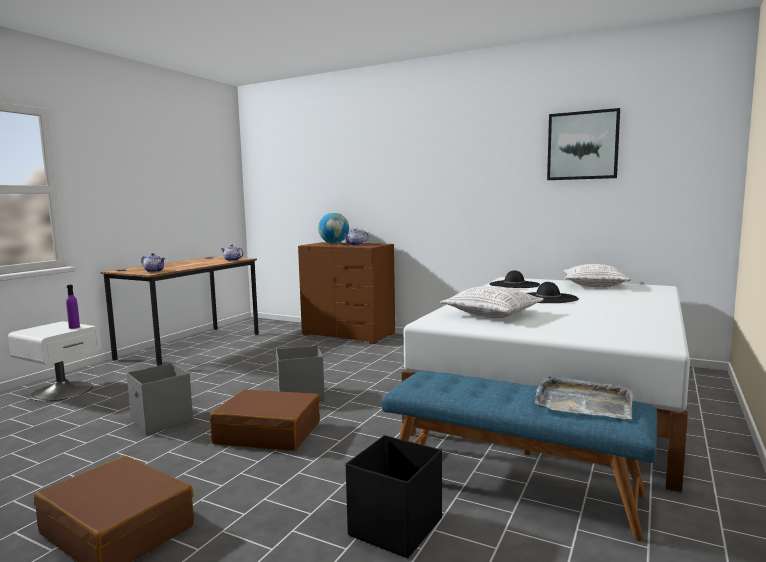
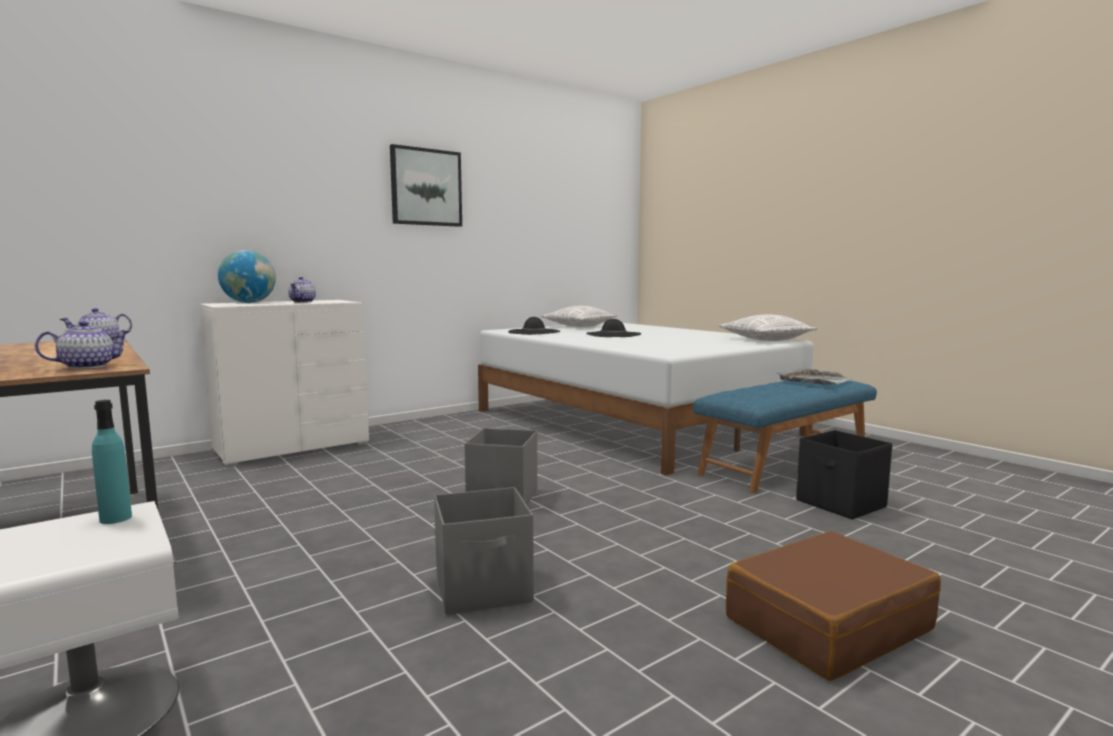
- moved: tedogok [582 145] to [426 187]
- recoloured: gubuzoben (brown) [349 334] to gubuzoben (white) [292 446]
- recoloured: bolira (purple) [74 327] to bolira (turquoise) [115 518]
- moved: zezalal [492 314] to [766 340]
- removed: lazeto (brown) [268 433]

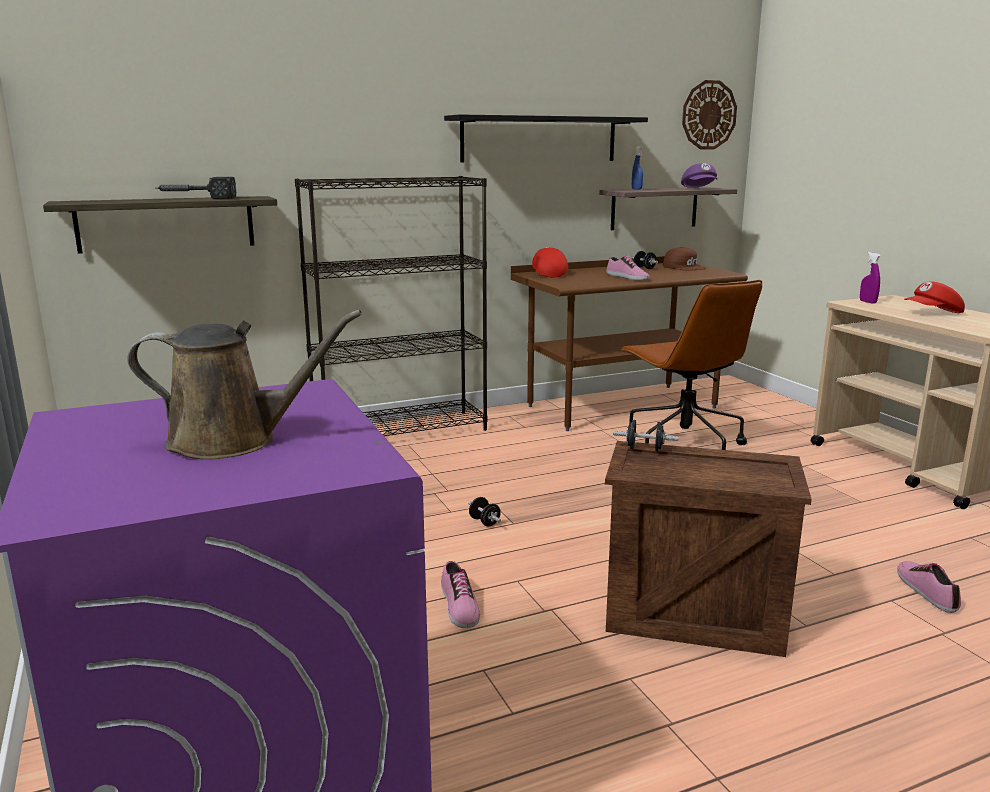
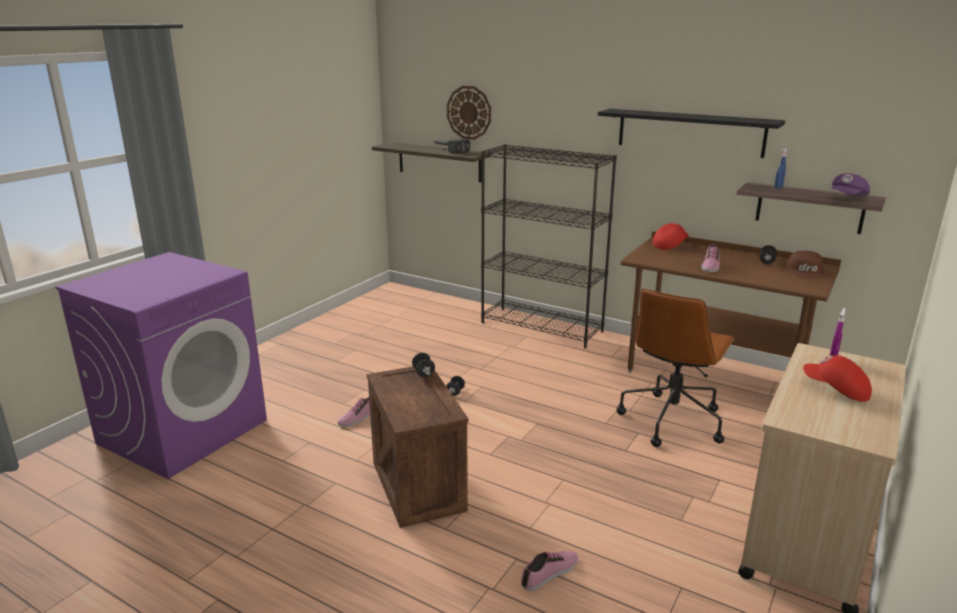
- moved: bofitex [708 115] to [469 112]
- removed: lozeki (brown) [233 440]

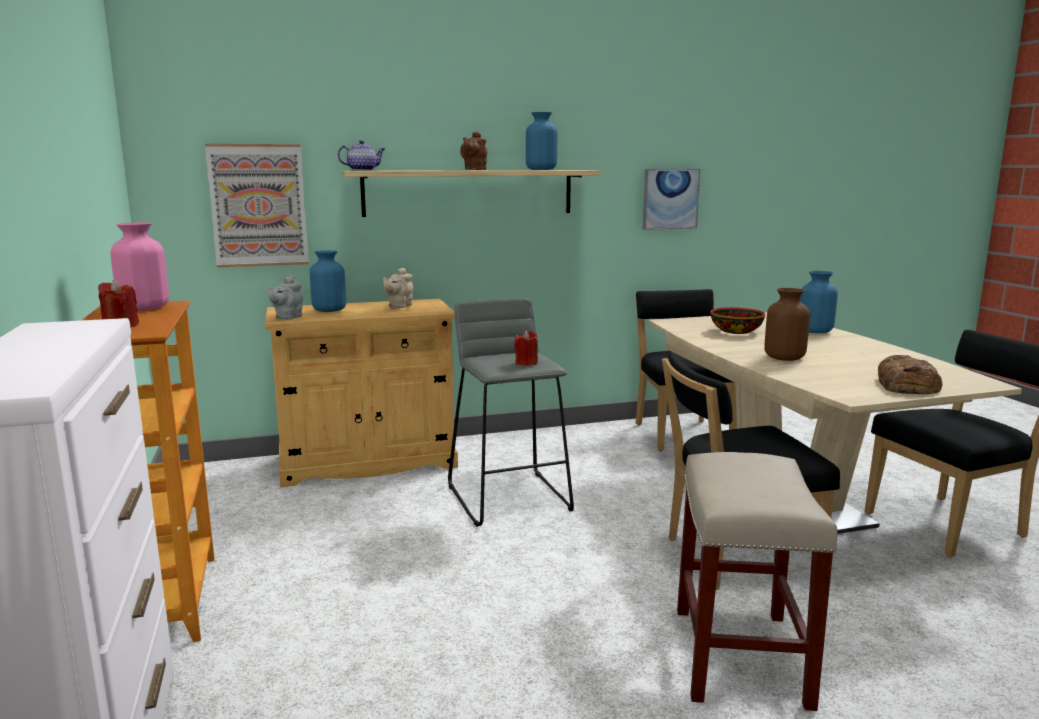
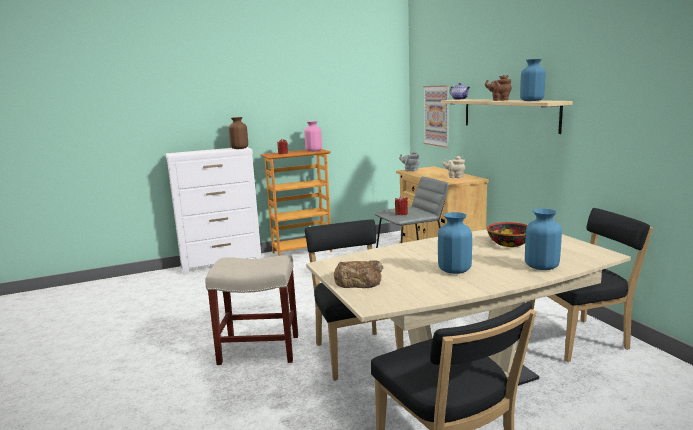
- removed: tedogok [670 199]
- moved: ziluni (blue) [329 310] to [454 270]
- moved: ziluni (brown) [784 358] to [239 148]

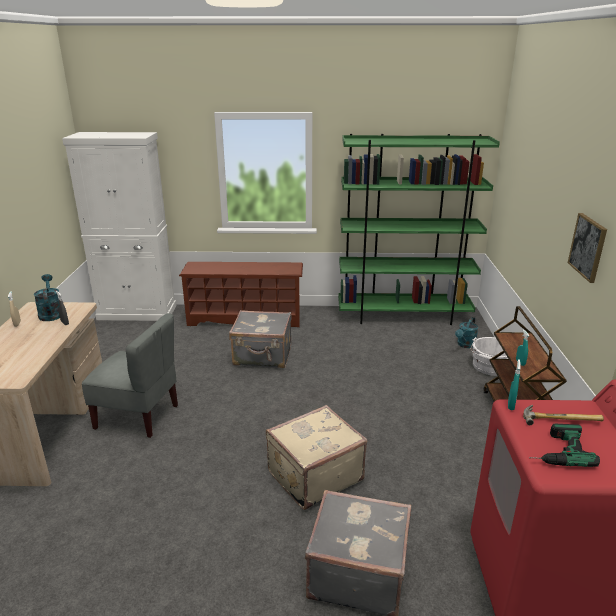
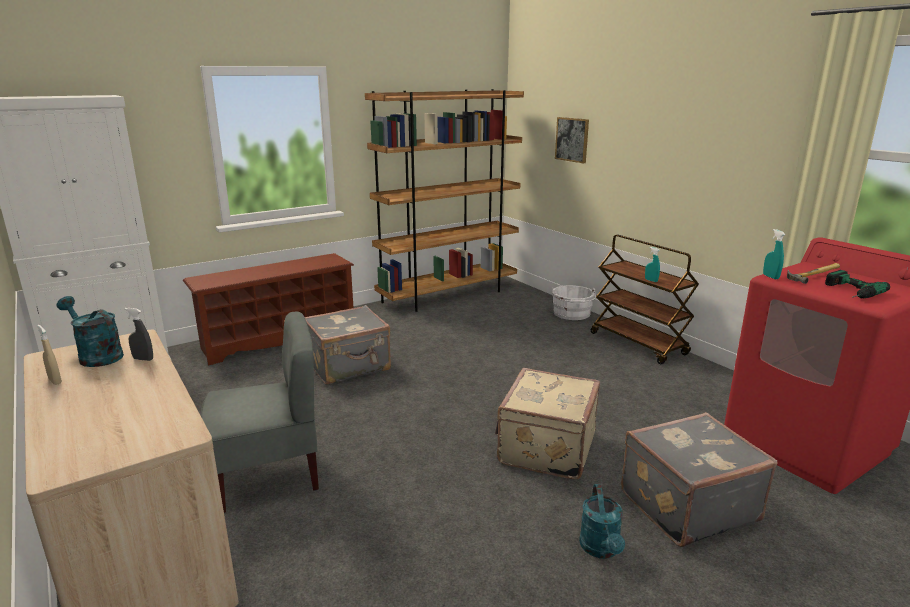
- recoloured: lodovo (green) [403 316] to lodovo (brown) [448 295]
- moved: tedogok [588 247] to [572 139]
- moved: lozeki (turquoise) [465 345] to [601 550]

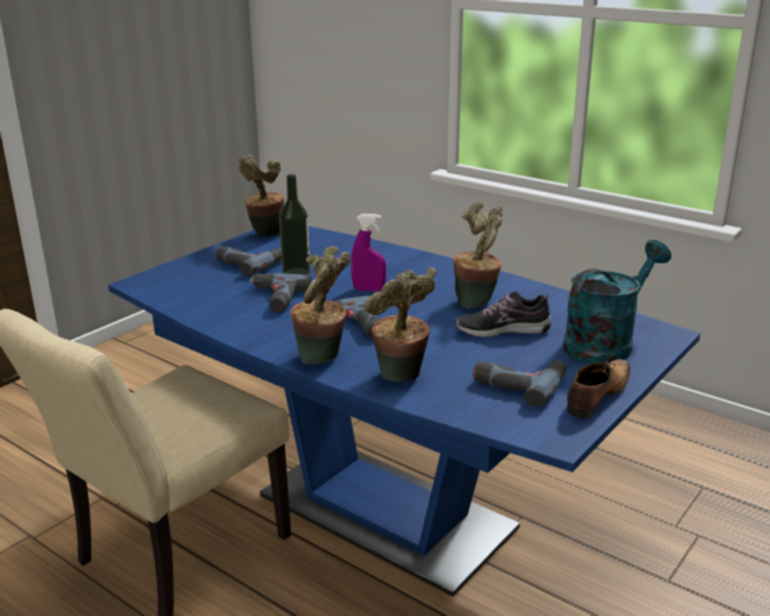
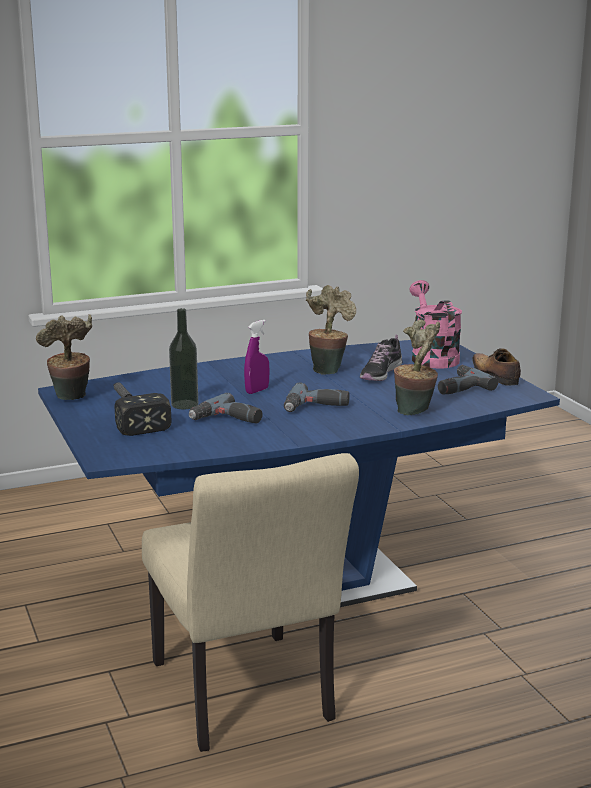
- recoloured: lozeki (turquoise) [605 343] to lozeki (pink) [432 357]
- replaced: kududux [250 263] to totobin [131 414]
- removed: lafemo [322 359]

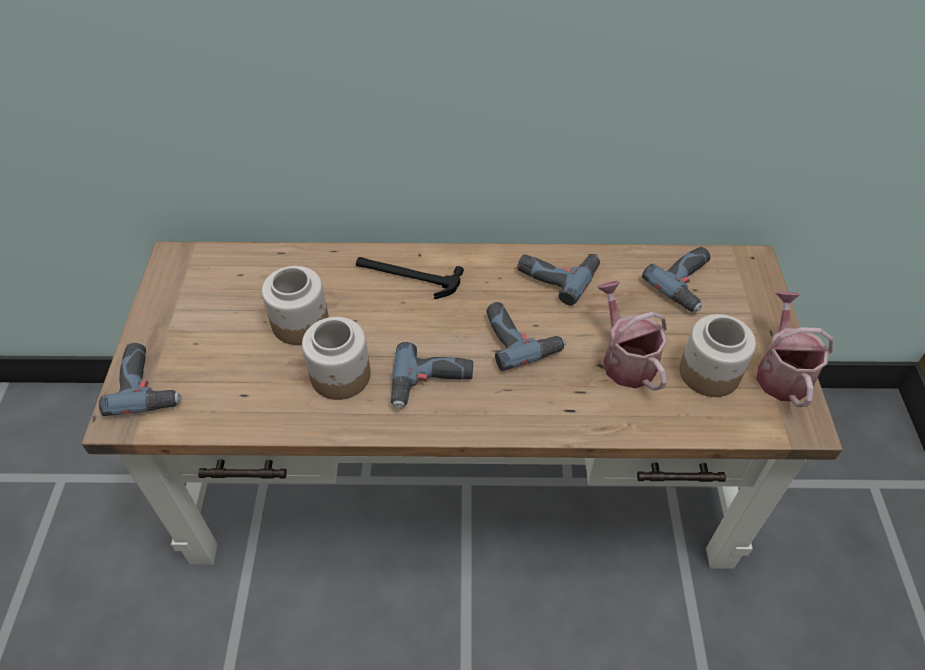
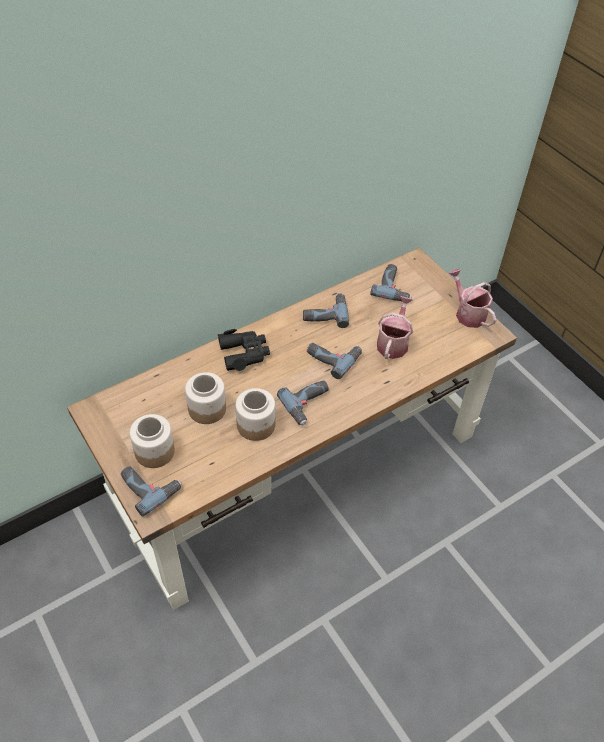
- replaced: totobin [407 276] to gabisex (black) [244 353]
- turned: lozeki [625 359] = [393 342] 75 degrees clockwise
- moved: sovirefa [708 373] to [154 452]

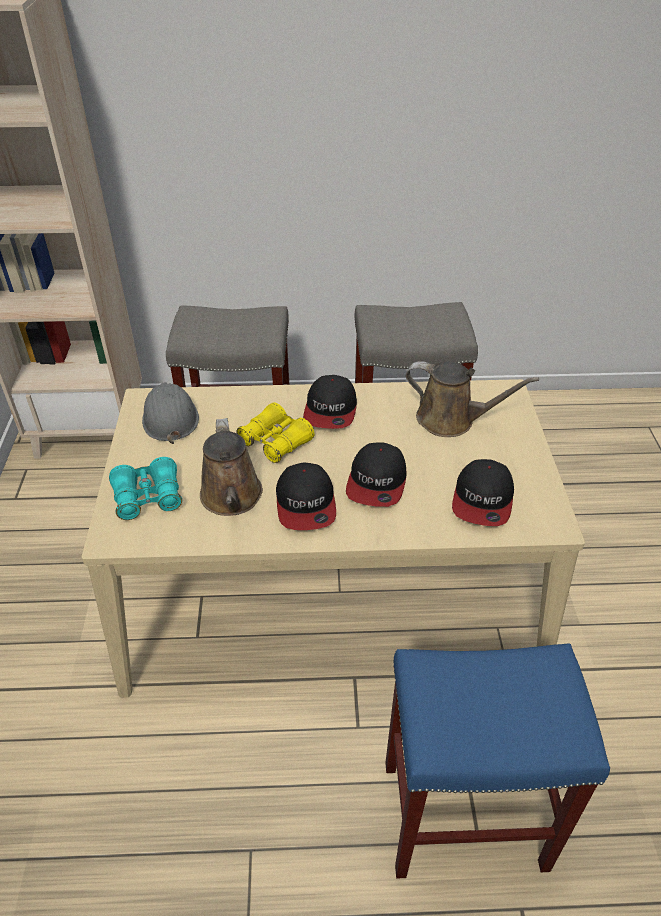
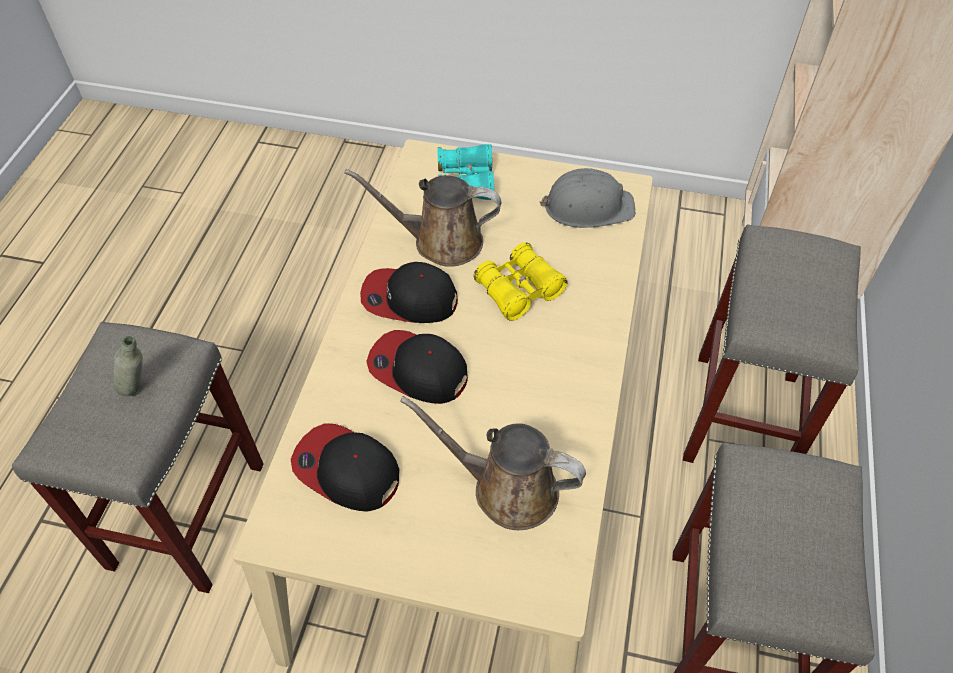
- turned: lozeki (brown) [451 420] = [507 488] 75 degrees clockwise
- removed: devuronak [331 410]
- recoloured: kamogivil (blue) [461 816] to kamogivil (grey) [187 512]
- added: bolira (grey) [140 391]

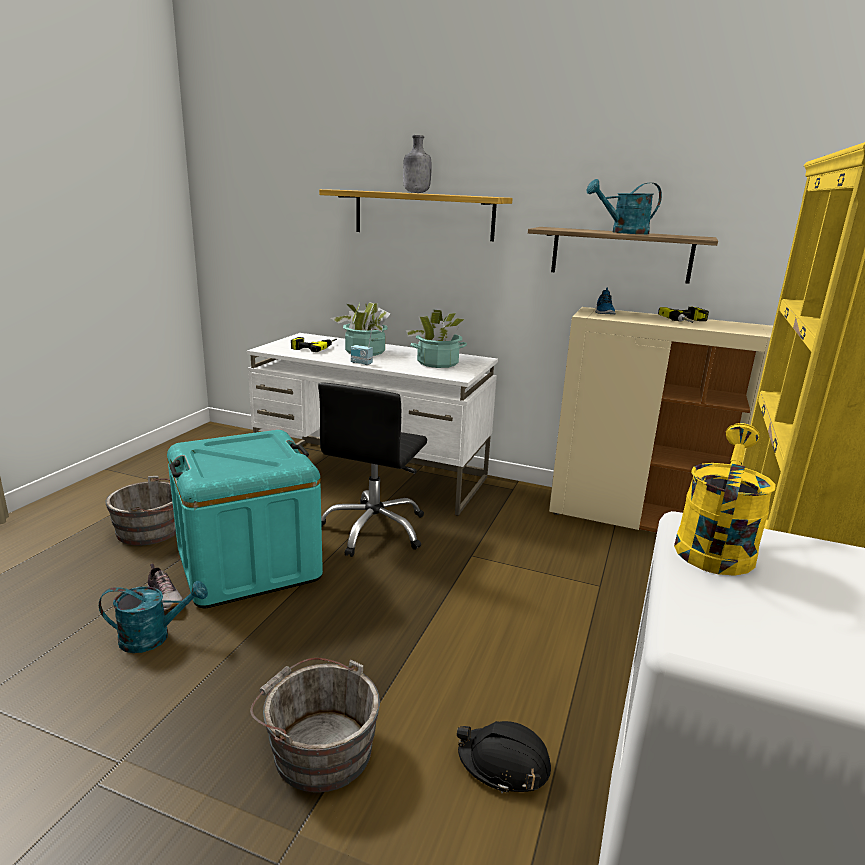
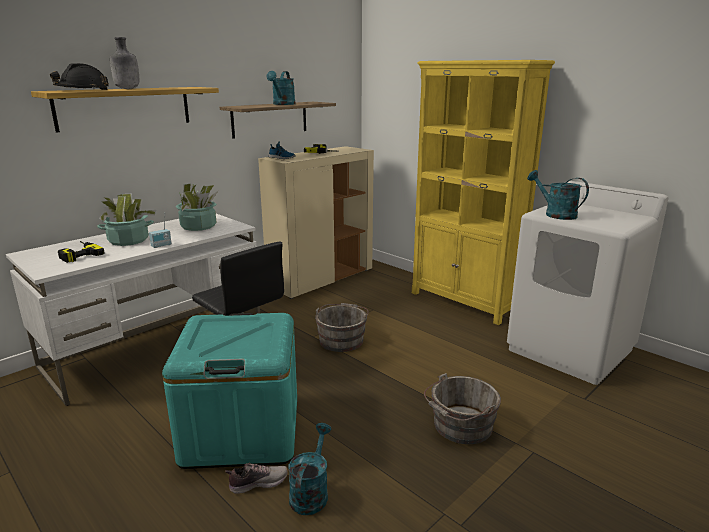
- recoloured: lozeki (yellow) [715 545] to lozeki (turquoise) [555 214]
- moved: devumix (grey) [153 530] to [342 339]
- moved: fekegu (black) [503 764] to [82 90]

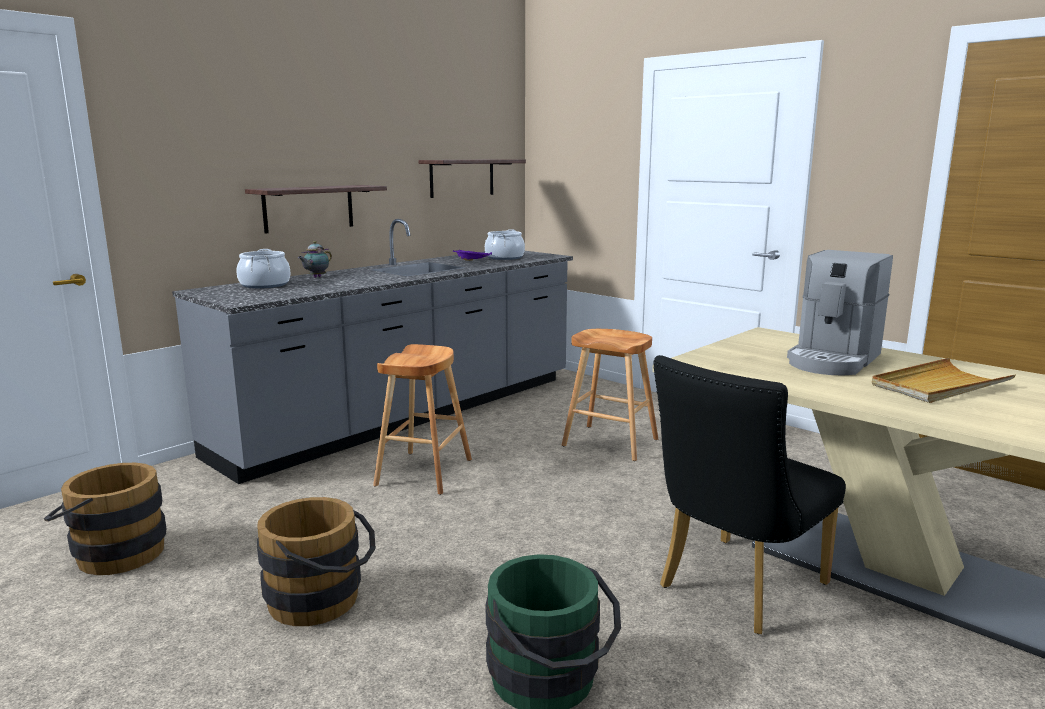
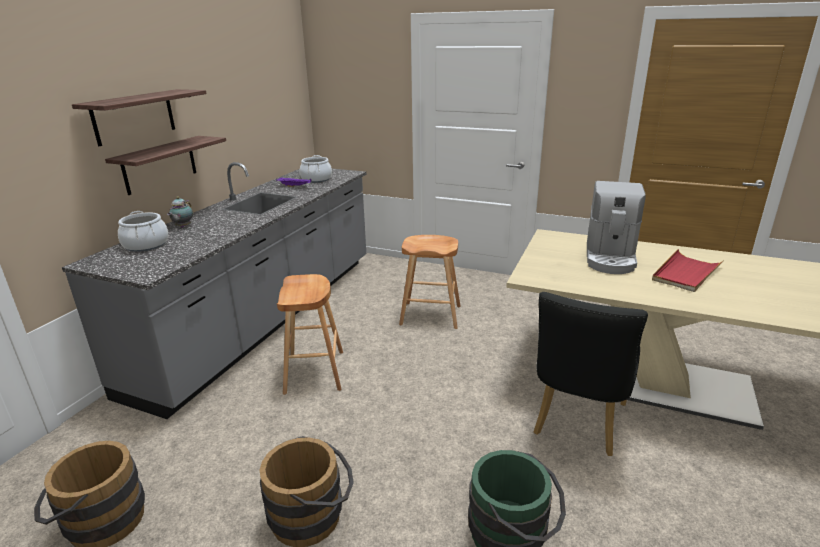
- moved: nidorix [462 178] to [134 116]
- recoloured: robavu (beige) [939 385] to robavu (red) [686 273]

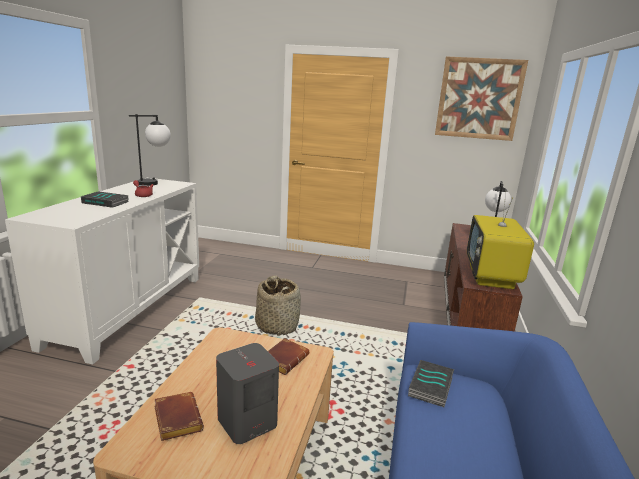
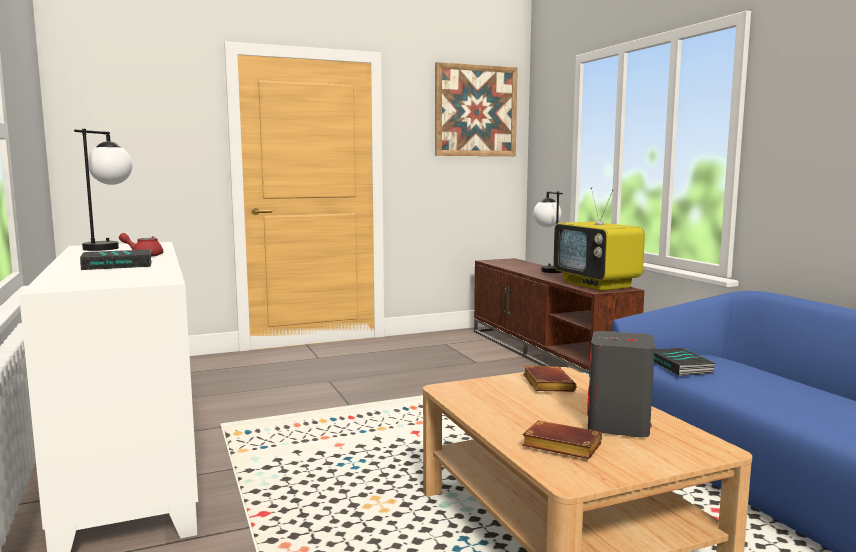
- removed: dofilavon [277 325]

